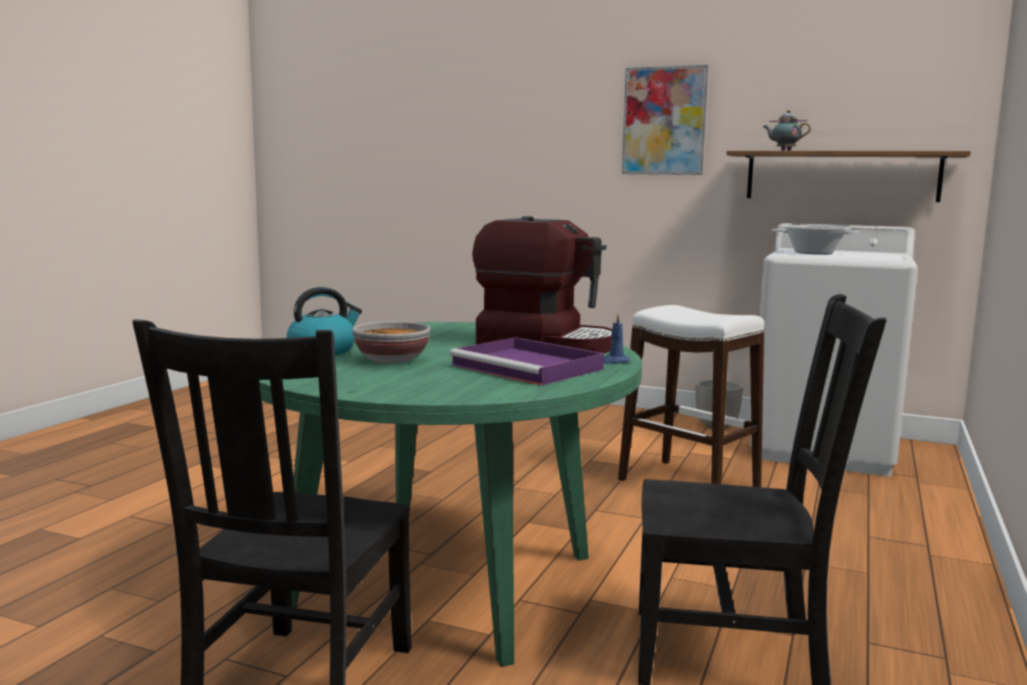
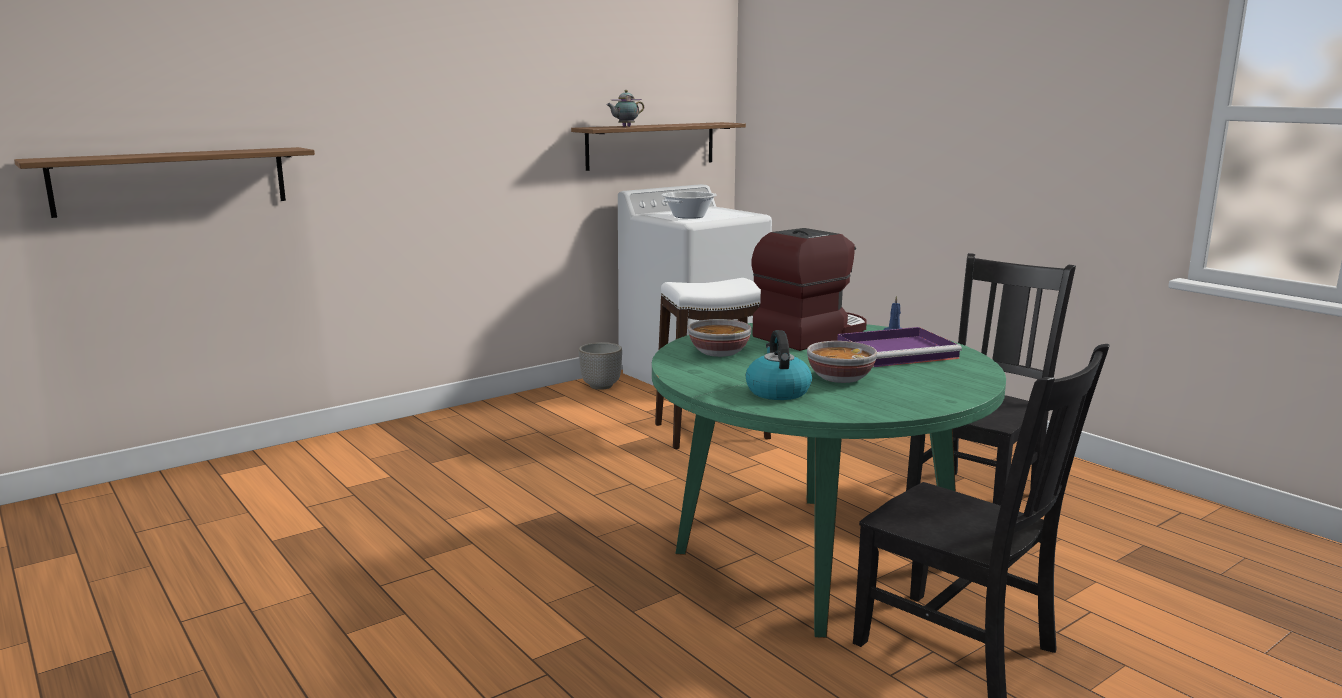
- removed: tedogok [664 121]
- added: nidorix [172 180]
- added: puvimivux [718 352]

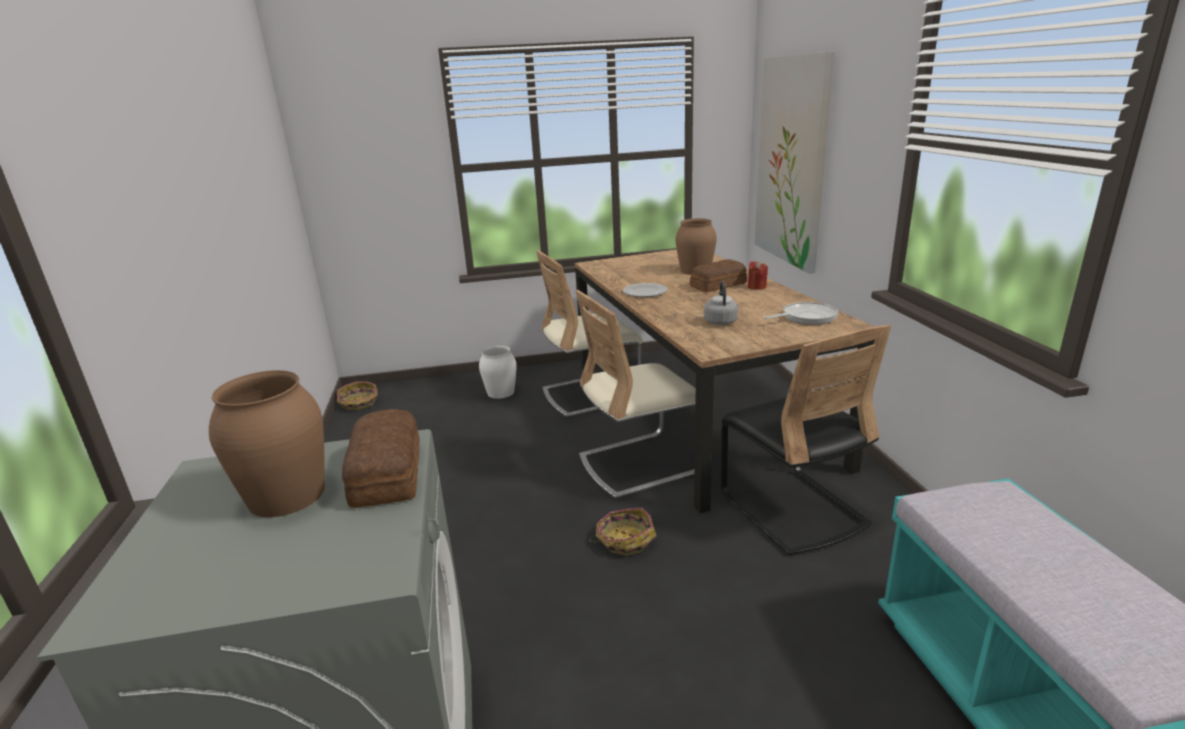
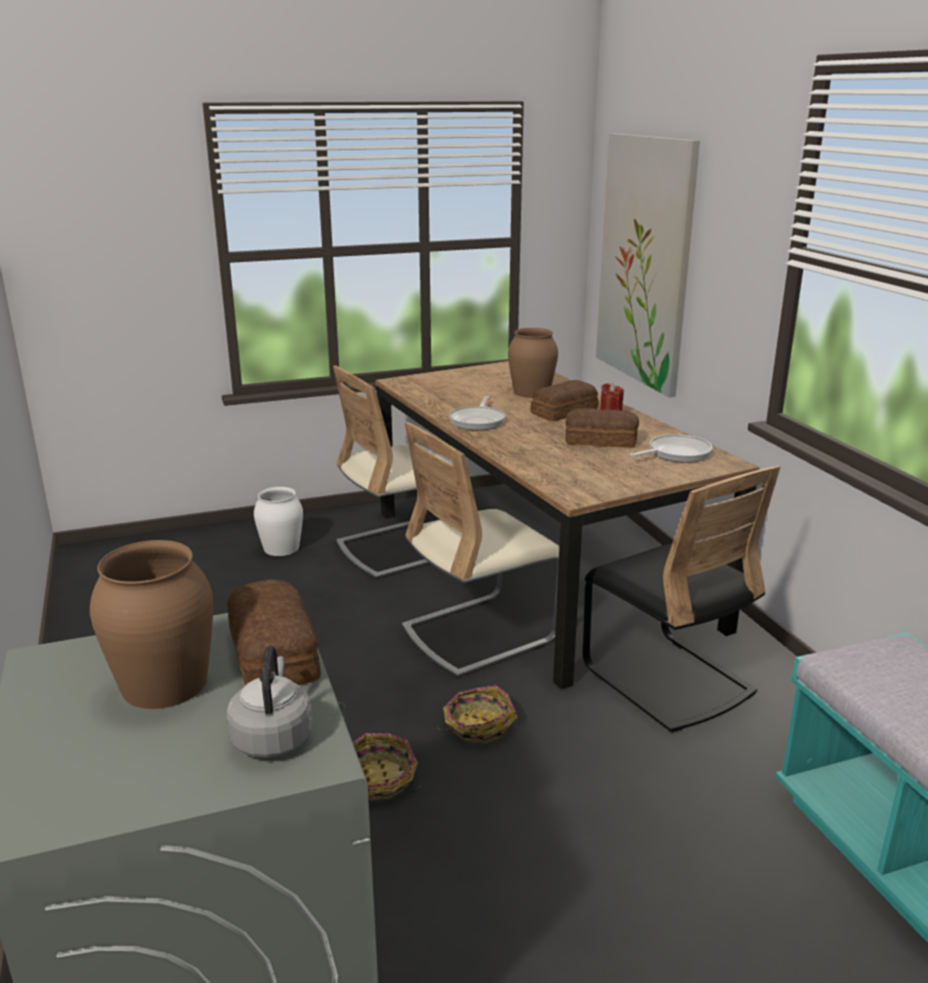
- moved: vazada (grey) [720 321] to [273 736]
- replaced: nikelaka [645 292] to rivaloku [478 421]
- moved: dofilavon [359 403] to [379 780]
- added: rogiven [602 441]

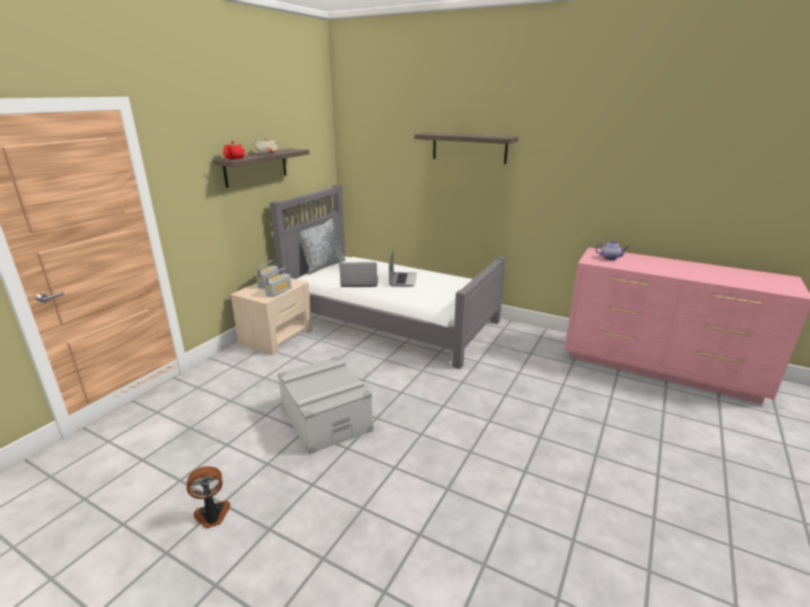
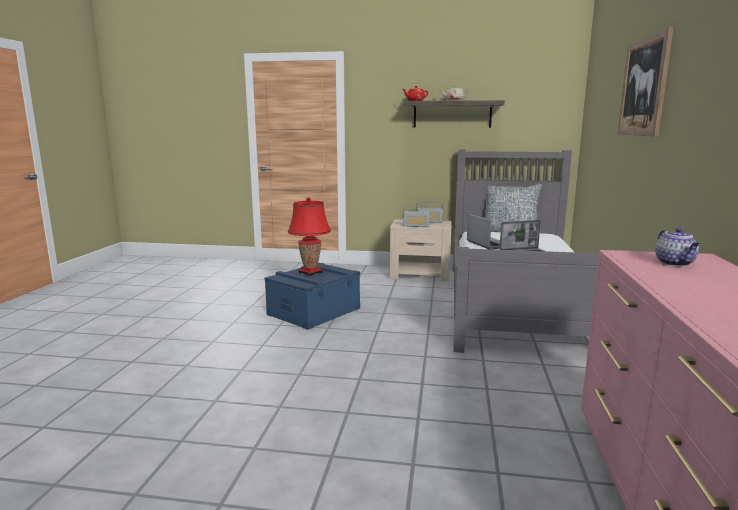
- replaced: nidorix [469 148] to tedogok [644 87]
- recoloured: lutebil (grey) [326 419] to lutebil (blue) [314 311]
- removed: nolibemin [212 516]
- added: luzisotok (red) [310 273]

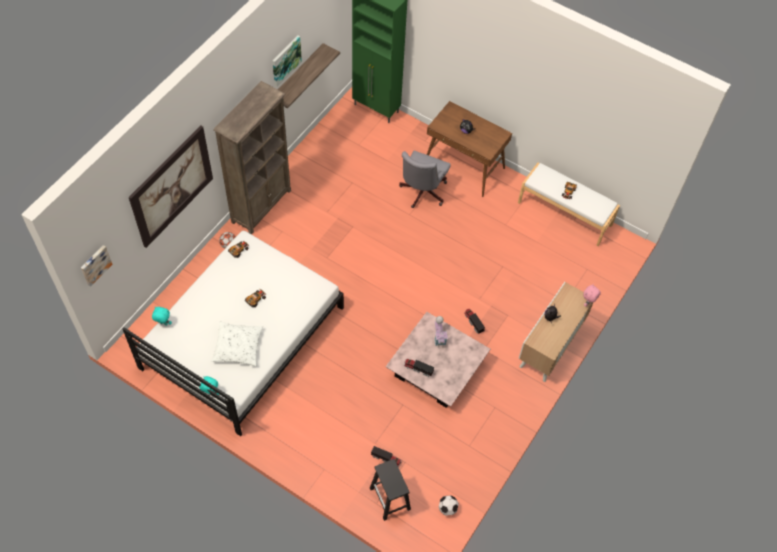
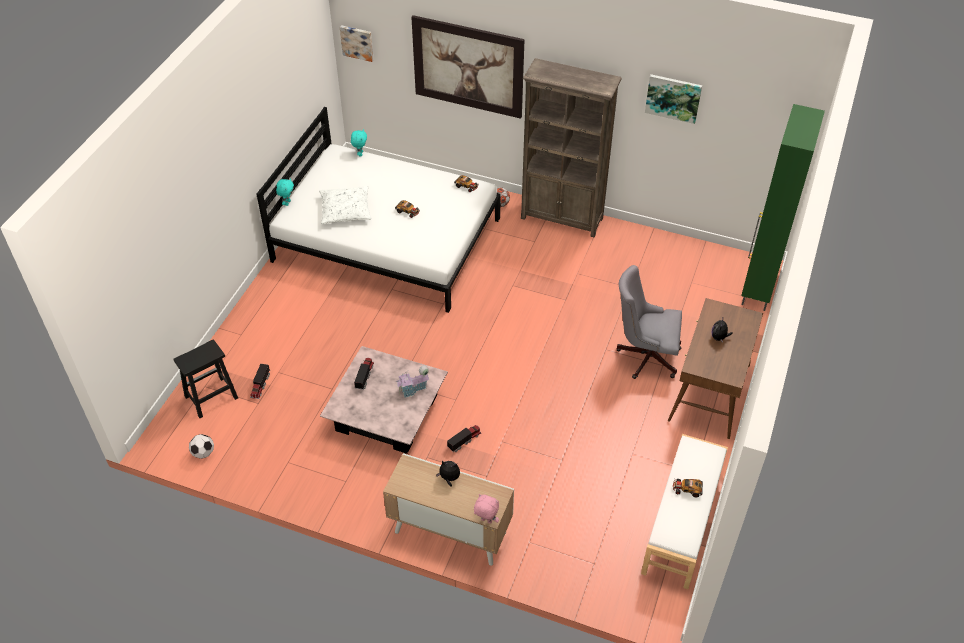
- removed: nidorix [297 76]

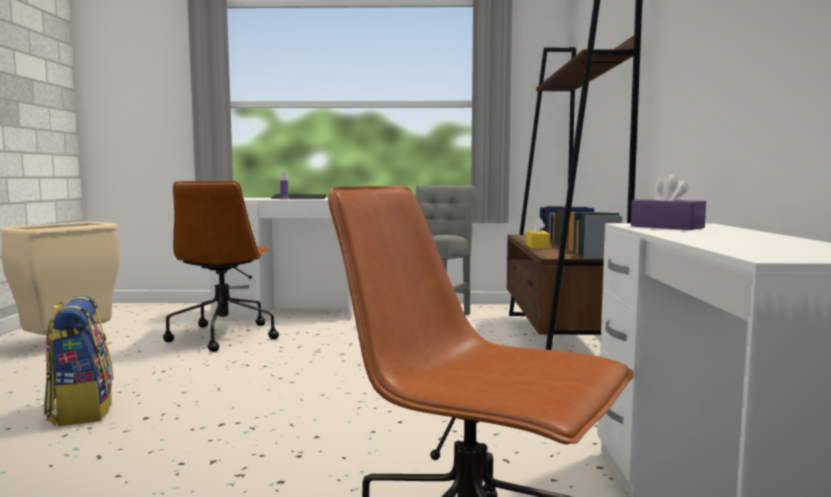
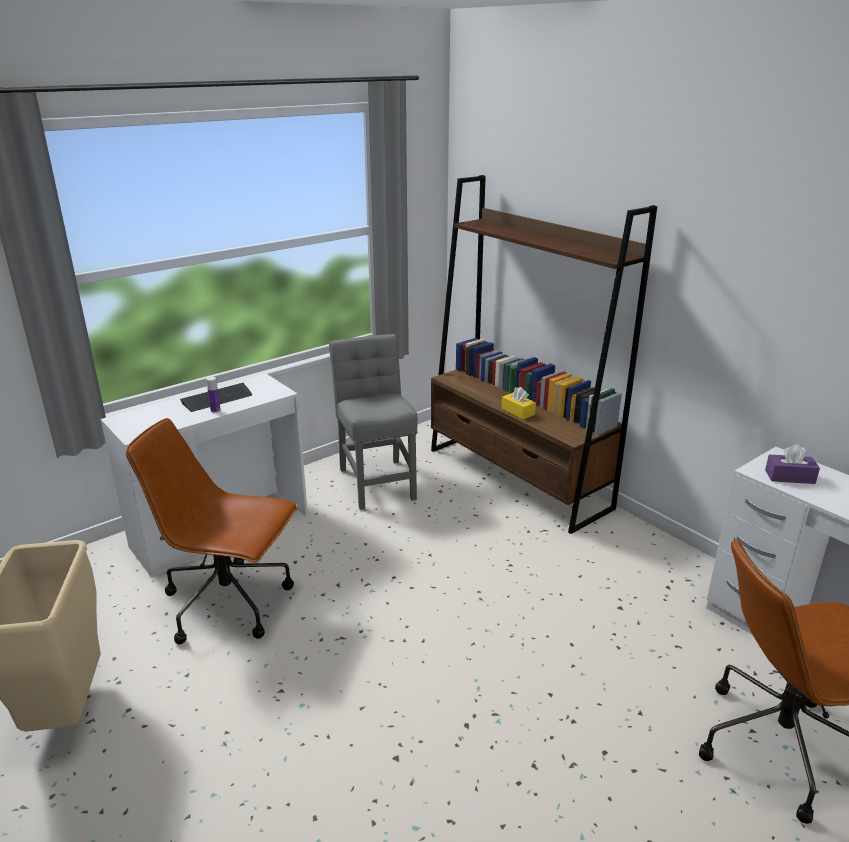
- turned: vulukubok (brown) [224 336] = [230 603] 150 degrees clockwise
- removed: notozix [81 411]

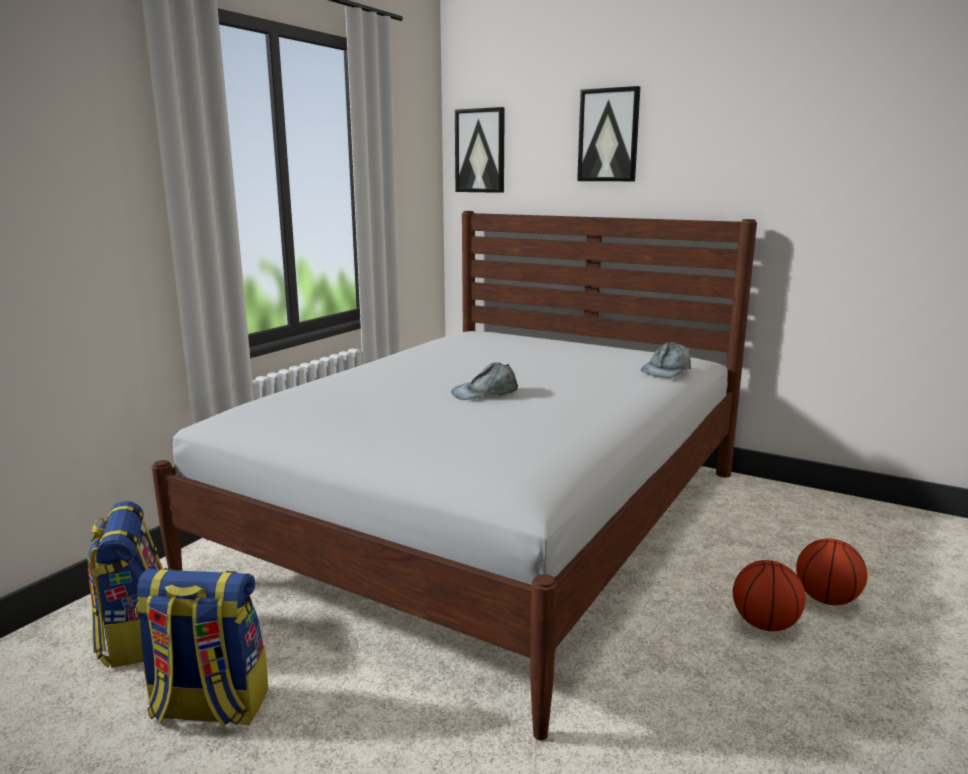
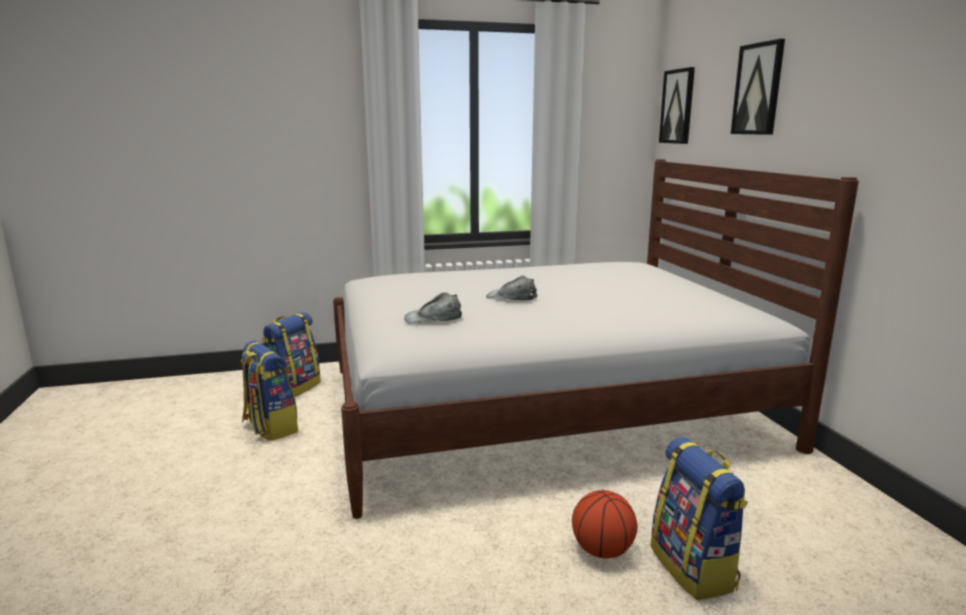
- moved: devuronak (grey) [666 370] to [433 318]
- replaced: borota [826 600] to notozix [694 568]

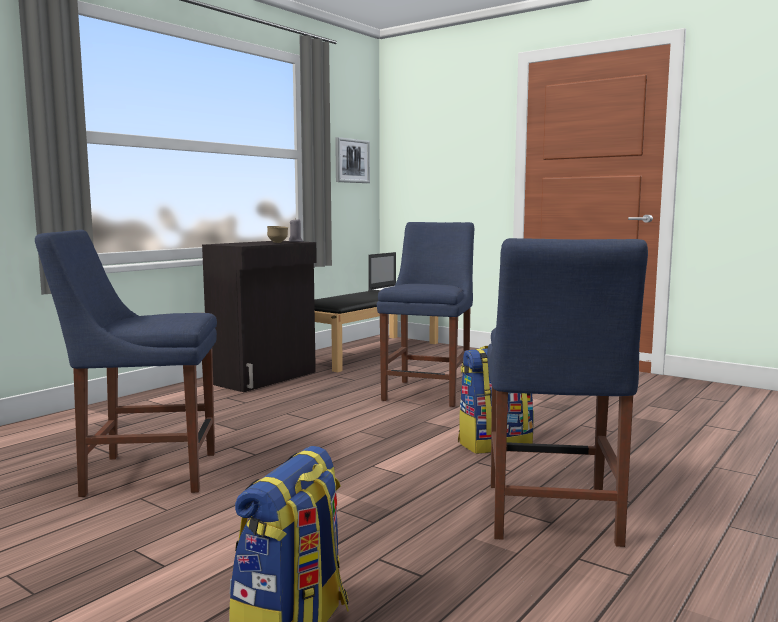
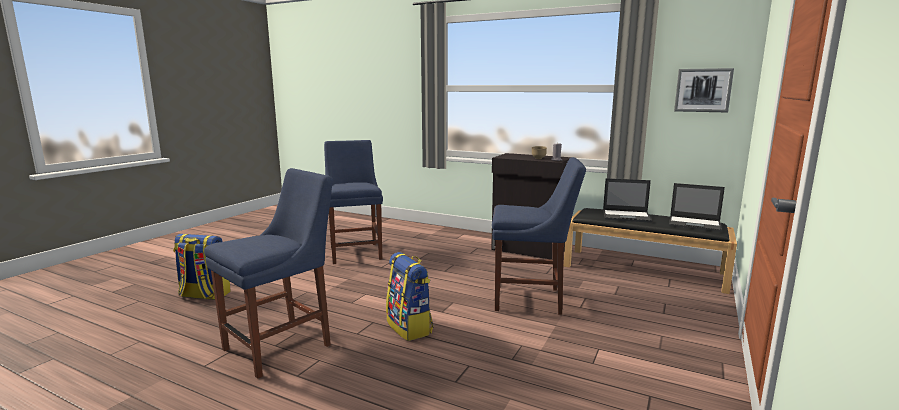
- turned: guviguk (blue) [551 517] = [282 345] 135 degrees clockwise
- added: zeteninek [627 216]

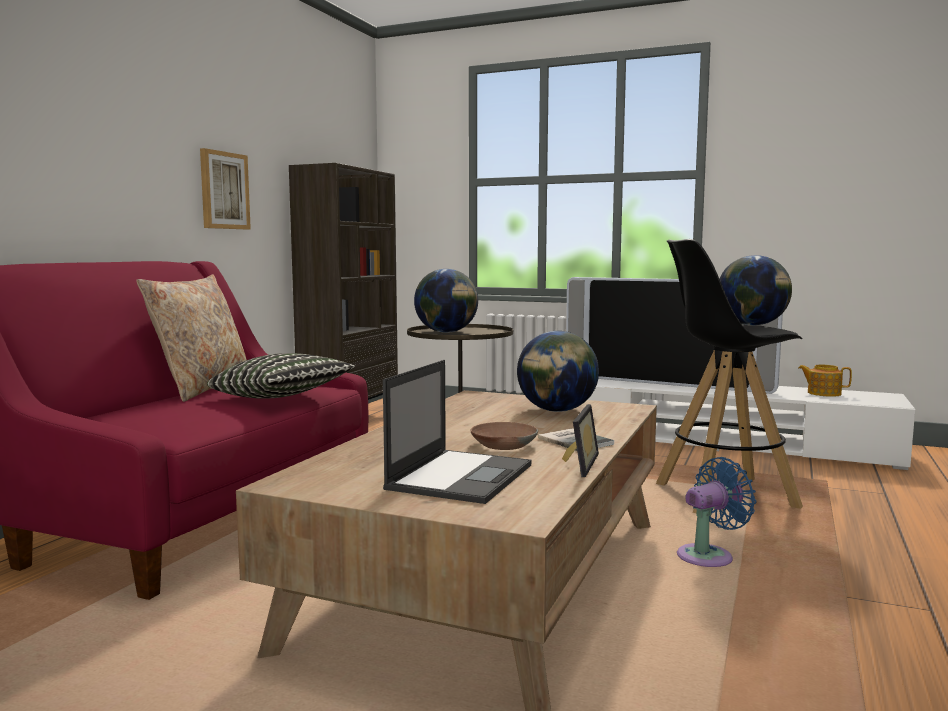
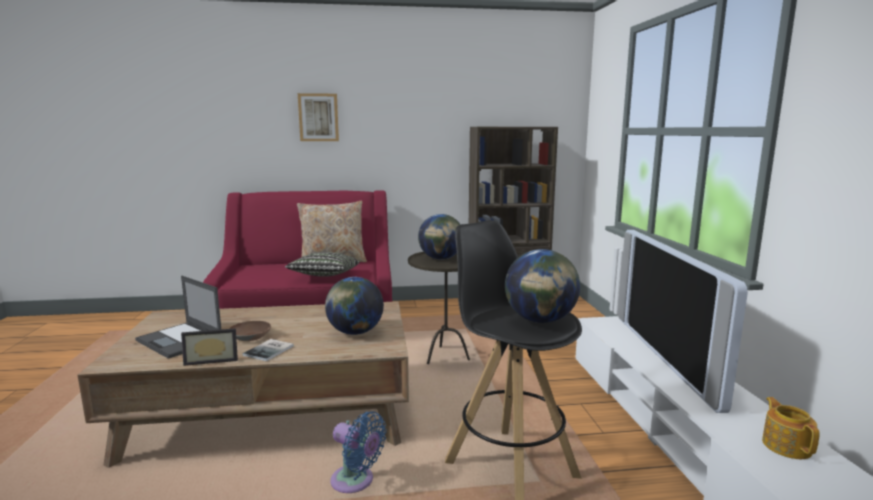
- moved: tedogok [224 190] to [318 117]
- turned: zeteninek [461 476] = [180 340] 45 degrees clockwise

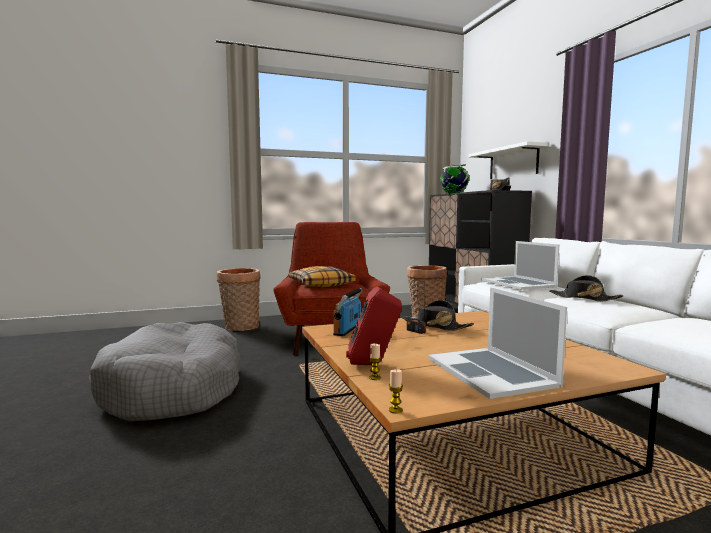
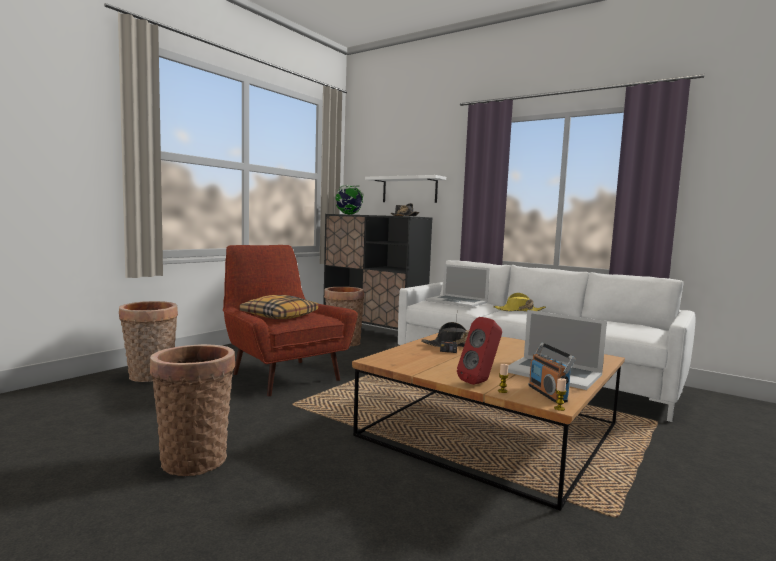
- recoloured: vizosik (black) [584 298] to vizosik (yellow) [518 311]
- moved: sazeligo [347 330] to [548 393]
- replaced: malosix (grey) [174 389] to dofilavon [194 458]

